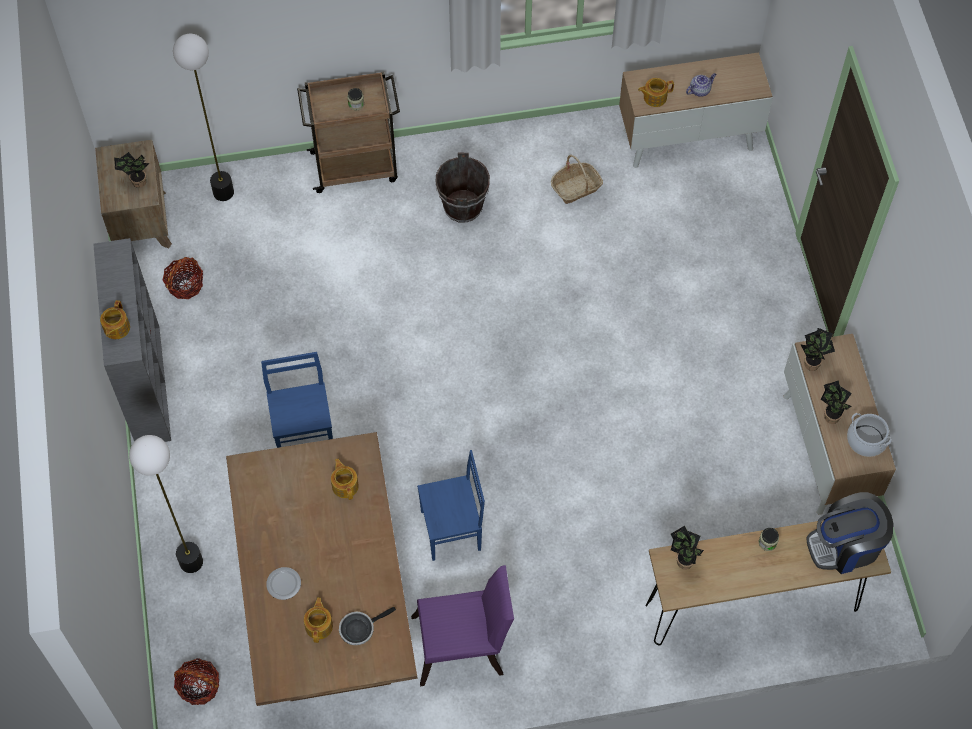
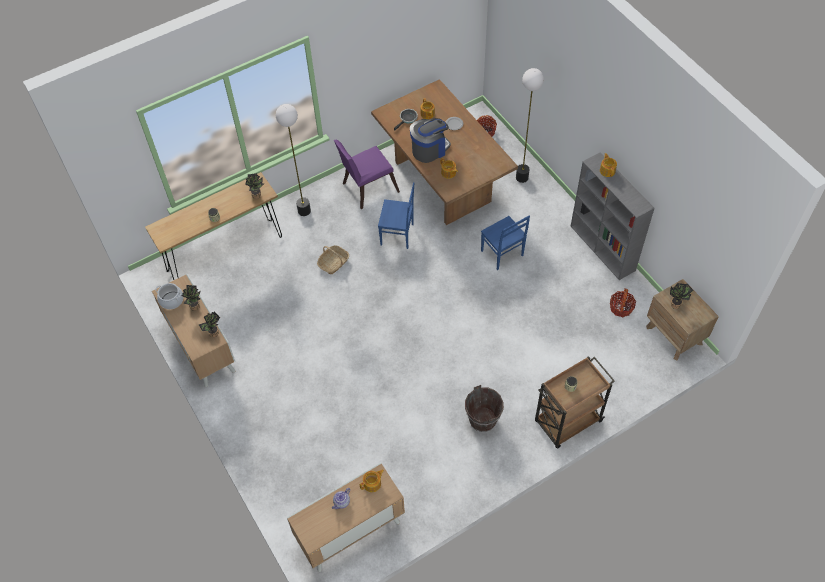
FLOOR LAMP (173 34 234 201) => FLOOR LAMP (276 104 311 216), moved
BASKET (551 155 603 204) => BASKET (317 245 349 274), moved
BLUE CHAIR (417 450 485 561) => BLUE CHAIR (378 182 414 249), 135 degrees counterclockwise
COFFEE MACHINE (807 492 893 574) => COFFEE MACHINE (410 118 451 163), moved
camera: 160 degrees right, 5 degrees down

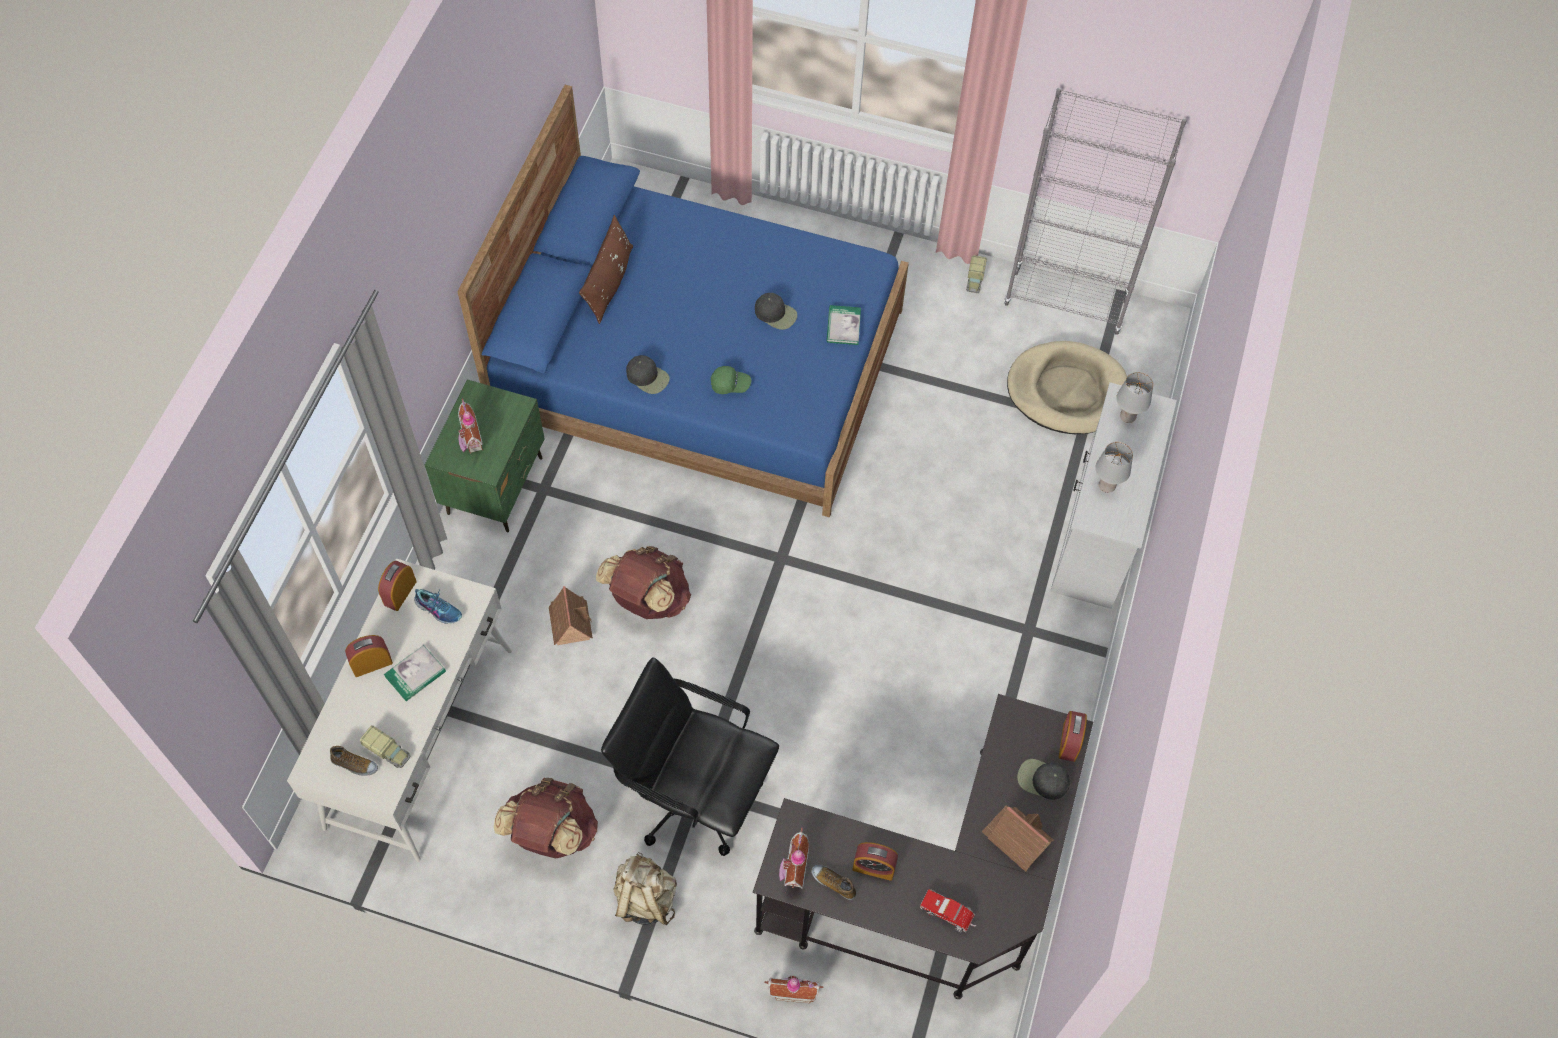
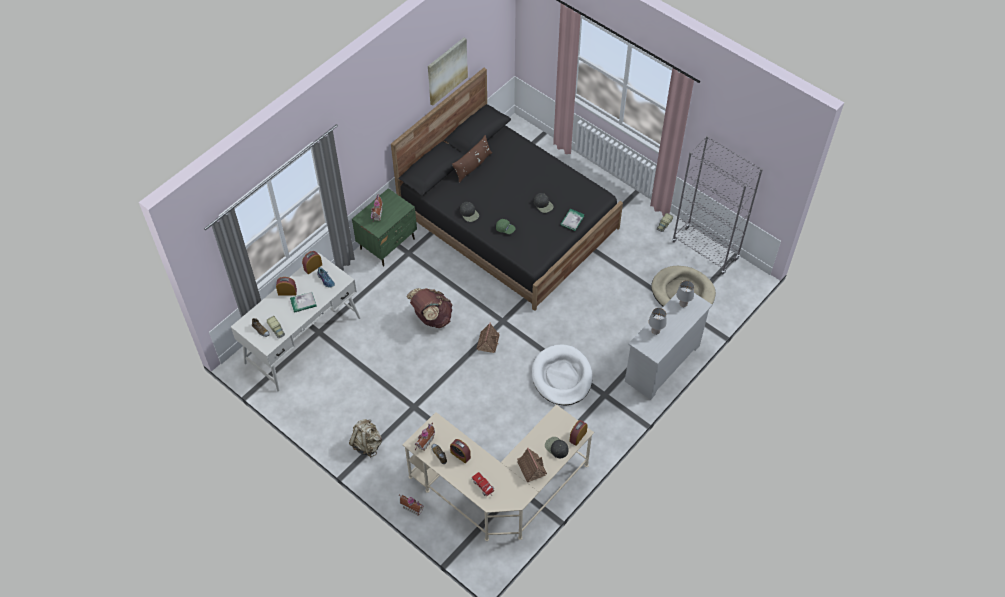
BLUE BED (458 85 909 517) => BLACK BED (391 68 623 311)
TOY HOUSE (549 586 593 645) => TOY HOUSE (476 323 500 353), moved
BLACK OFFICE CHAIR (601 658 779 856) => nothing
BLACK DESK (753 694 1093 999) => BEIGE DESK (403 404 594 541)
BROWN BACKPACK (494 778 598 858) => nothing
nothing => PICTURE (428 37 468 106)
nothing => WHITE DOG BED (532 344 593 405)
camera: 25 degrees right, 5 degrees down

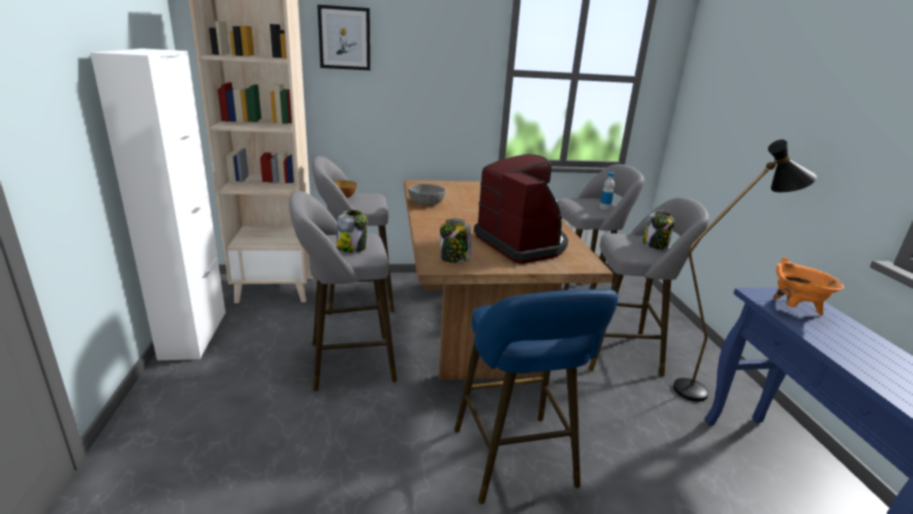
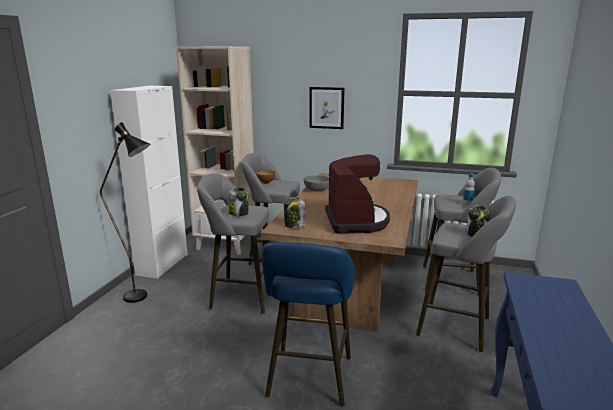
PICTURE (317 5 370 70) => PICTURE (309 87 345 129), moved
BLACK FLOOR LAMP (673 140 817 402) => BLACK FLOOR LAMP (100 122 150 303), moved
ORANGE COOKING POT (774 257 844 315) => nothing
camera: 25 degrees right, 5 degrees down

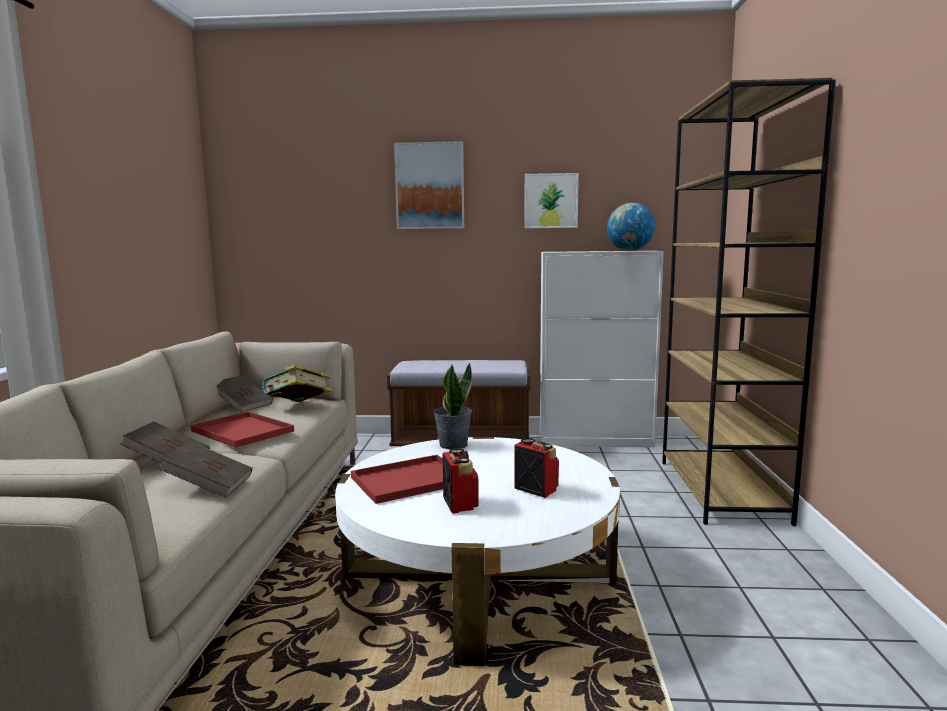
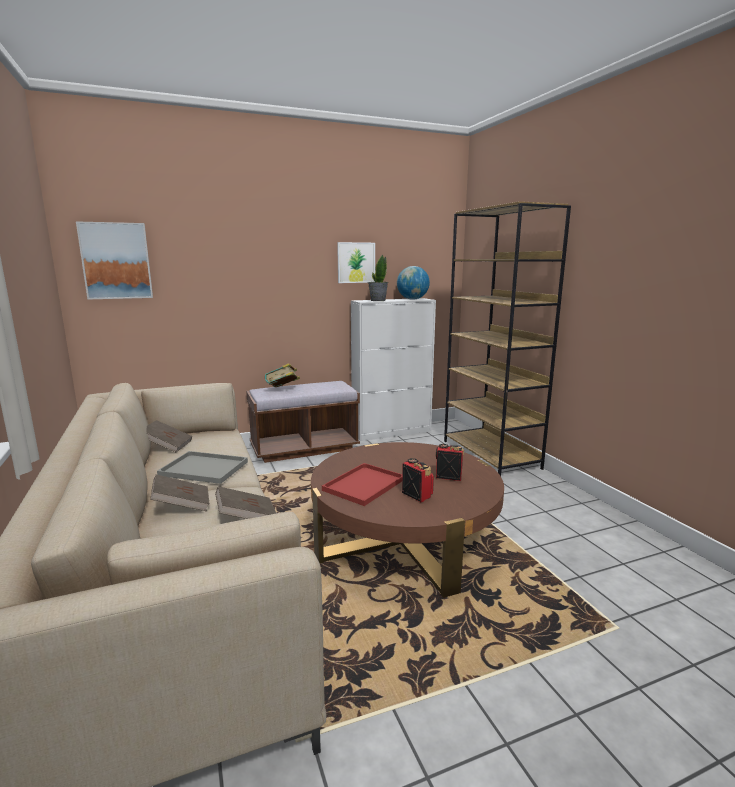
PICTURE (394 141 464 229) => PICTURE (76 221 153 300), moved
POTTED PLANT (433 363 472 450) => POTTED PLANT (368 254 388 301), moved
BOOK (262 365 332 402) => BOOK (265 363 300 387), moved
RED TRAY (190 411 294 448) => GREY TRAY (157 451 248 484)
WHITE COFFEE TABLE (335 437 620 666) => BROWN COFFEE TABLE (311 442 504 598)
camera: 25 degrees left, 5 degrees up

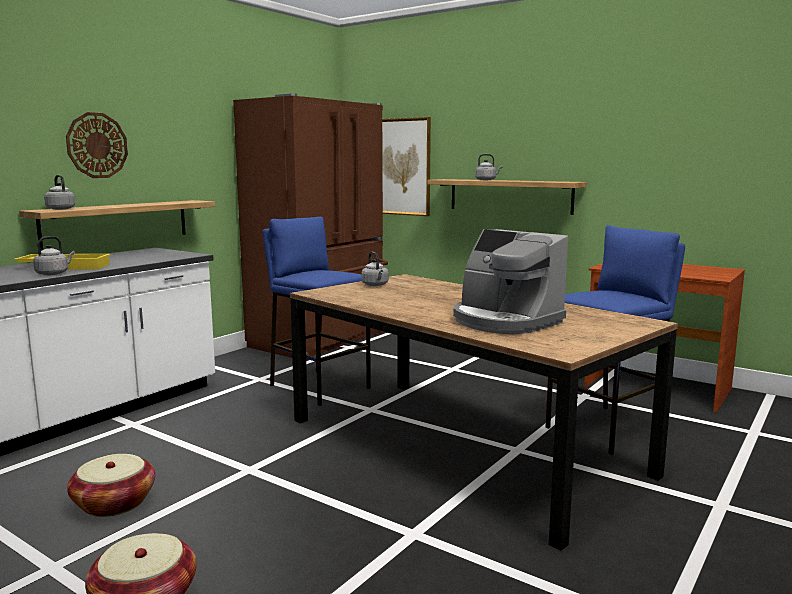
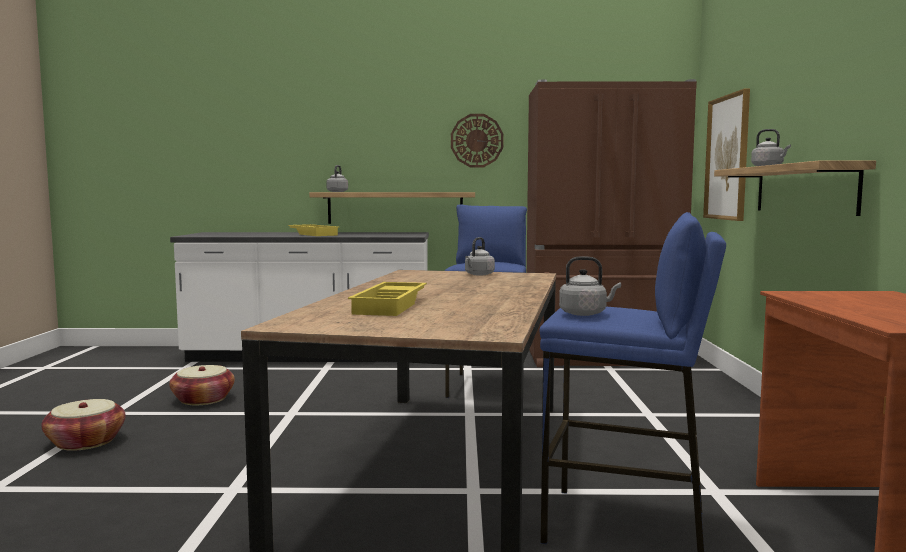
WALL CLOCK (66 112 128 178) => WALL CLOCK (451 114 503 167), moved
COFFEE MACHINE (453 229 568 334) => YELLOW TRAY (348 282 427 316)
GREY KETTLE (33 236 75 275) => GREY KETTLE (559 256 621 316), moved
camera: 55 degrees right, 5 degrees down

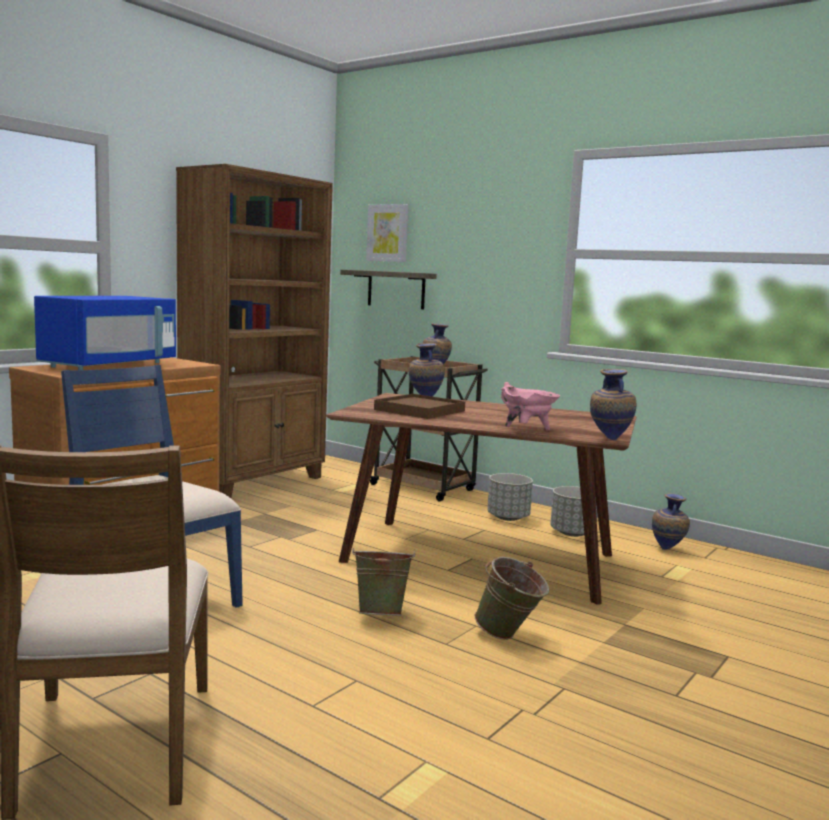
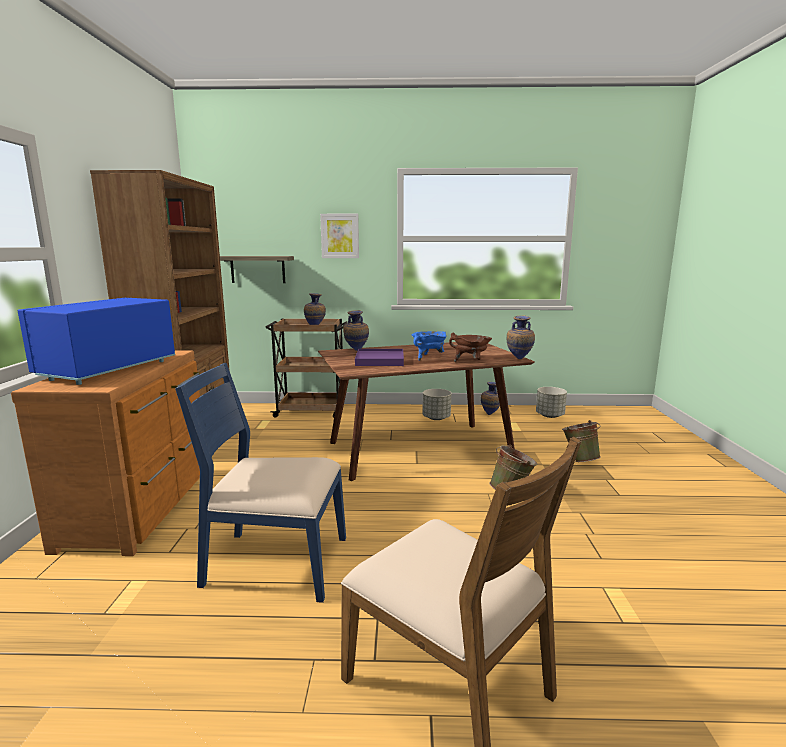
PICTURE (366 204 408 262) => PICTURE (320 214 359 258), moved
BLUE MICROWAVE (34 296 176 370) => BLUE MICROWAVE (17 298 175 385), 150 degrees counterclockwise
PINK COOKING POT (501 382 560 431) => BROWN COOKING POT (449 333 492 362)
BROWN TRAY (374 394 465 419) => PURPLE TRAY (355 349 404 366)
GREY PLANTER (487 473 533 521) => GREY PLANTER (536 387 567 418), moved
GREEN BUCKET (352 548 416 616) => GREEN BUCKET (562 420 601 462), moved
nothing => BLUE COOKING POT (412 331 447 360)
camera: 35 degrees left, 5 degrees up

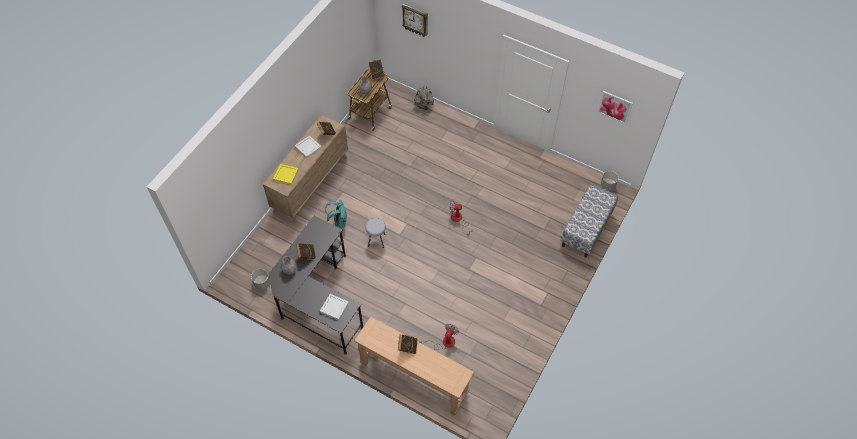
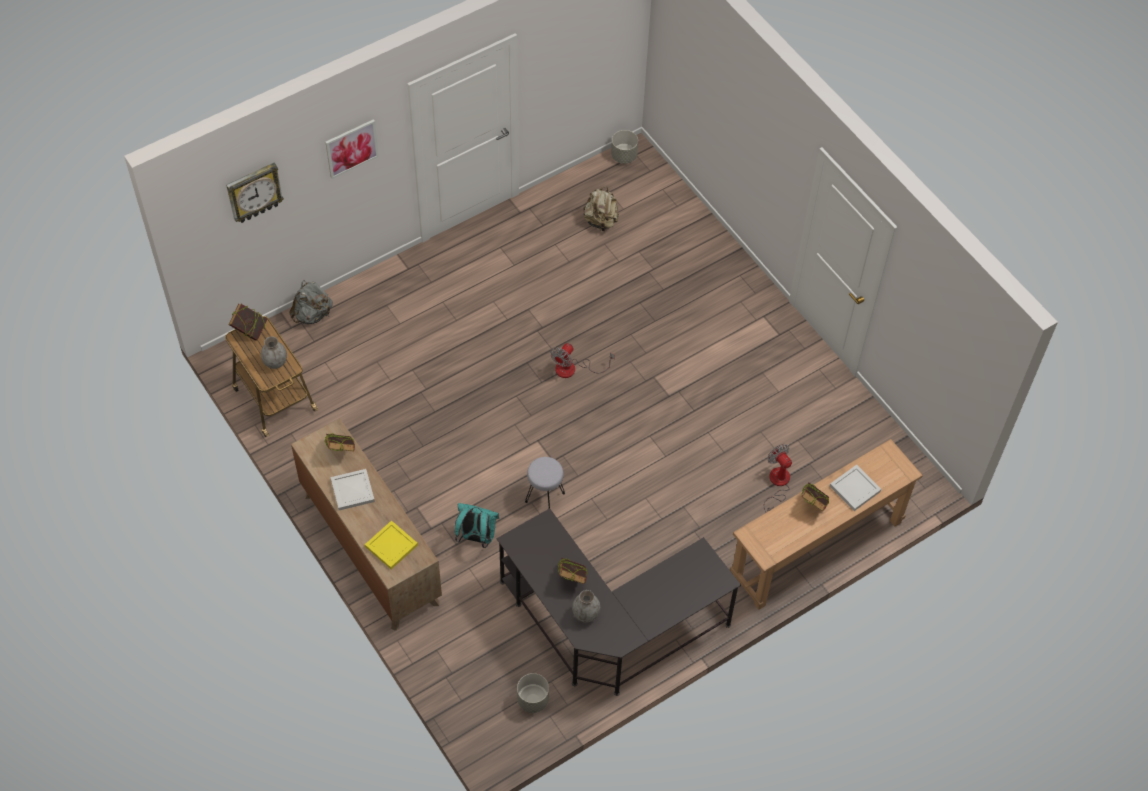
PICTURE (598 91 633 124) => PICTURE (326 119 379 179), moved
BENCH (561 184 618 258) => nothing
WHITE TRAY (320 294 349 320) => WHITE TRAY (830 465 881 511), moved
nothing => BEIGE BACKPACK (583 186 619 231)
camera: 65 degrees left, 0 degrees up

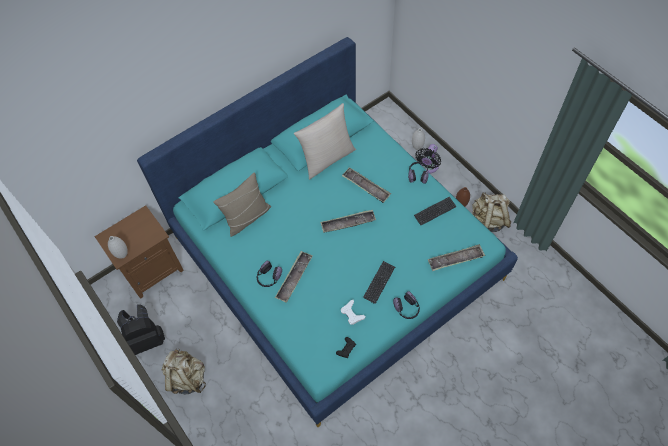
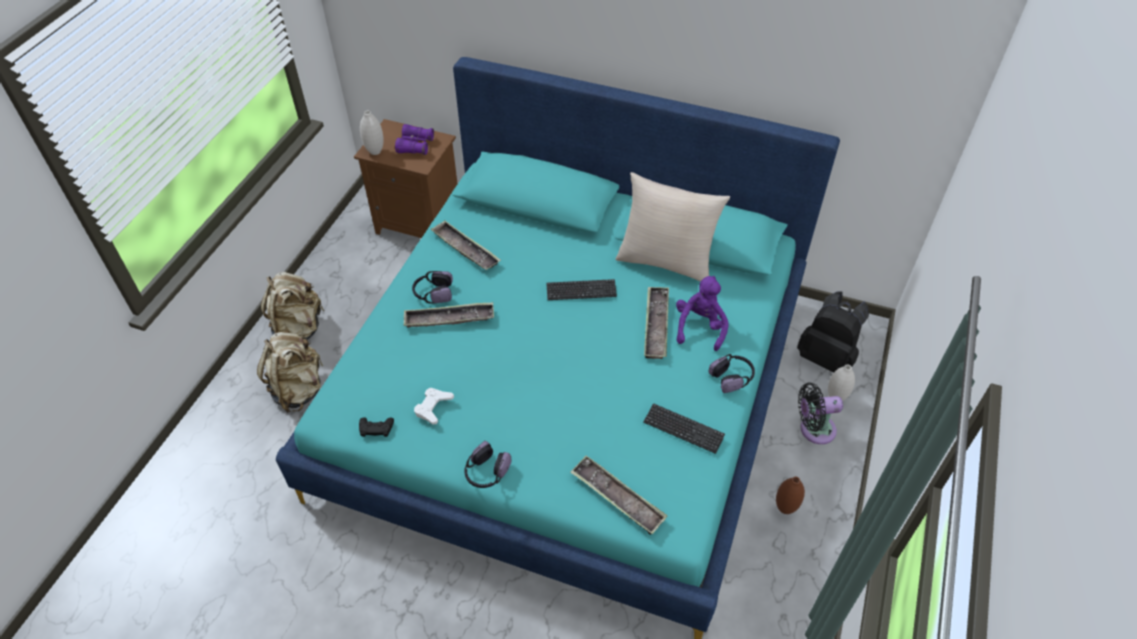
BEIGE PILLOW (213 172 271 237) => nothing
BEIGE BACKPACK (472 192 511 232) => BEIGE BACKPACK (257 332 323 413), moved
TRAY (320 210 376 233) => TRAY (430 221 501 270), moved
KEYBOARD (363 261 395 304) => KEYBOARD (546 279 617 300), moved
BLACK BACKPACK (117 304 165 355) => BLACK BACKPACK (797 291 869 372), moved
nothing => PURPLE BINOCULARS (395 124 434 155)
nothing => PURPLE PLUSH TOY (676 276 729 351)
camera: 55 degrees right, 10 degrees down

